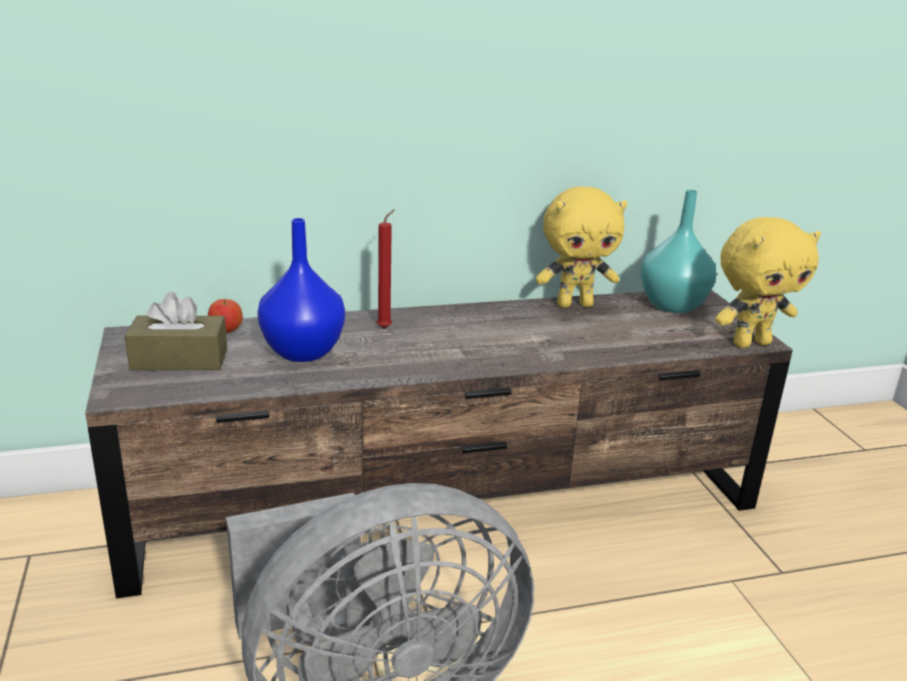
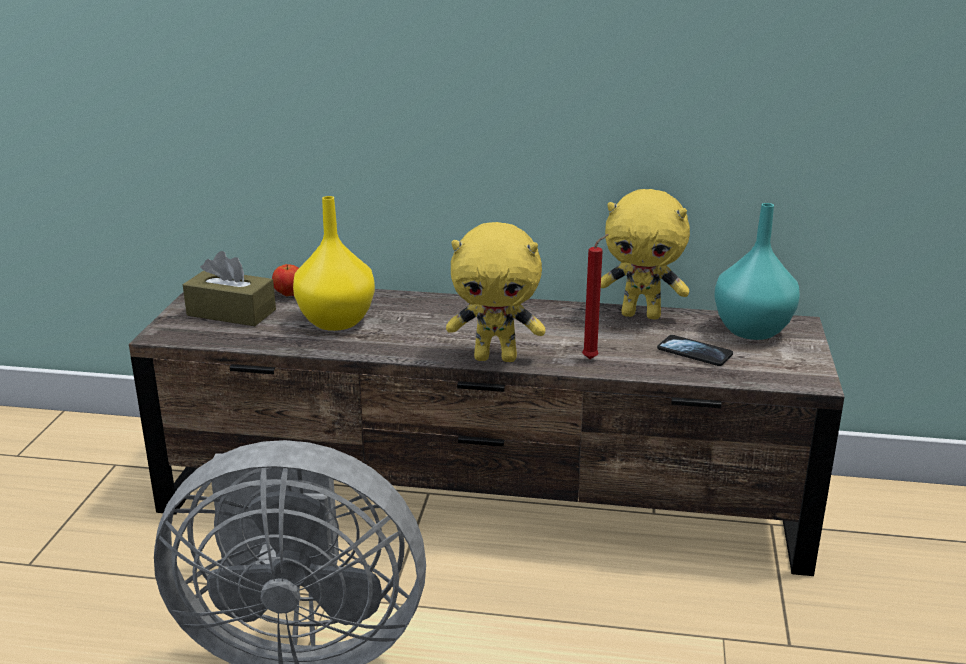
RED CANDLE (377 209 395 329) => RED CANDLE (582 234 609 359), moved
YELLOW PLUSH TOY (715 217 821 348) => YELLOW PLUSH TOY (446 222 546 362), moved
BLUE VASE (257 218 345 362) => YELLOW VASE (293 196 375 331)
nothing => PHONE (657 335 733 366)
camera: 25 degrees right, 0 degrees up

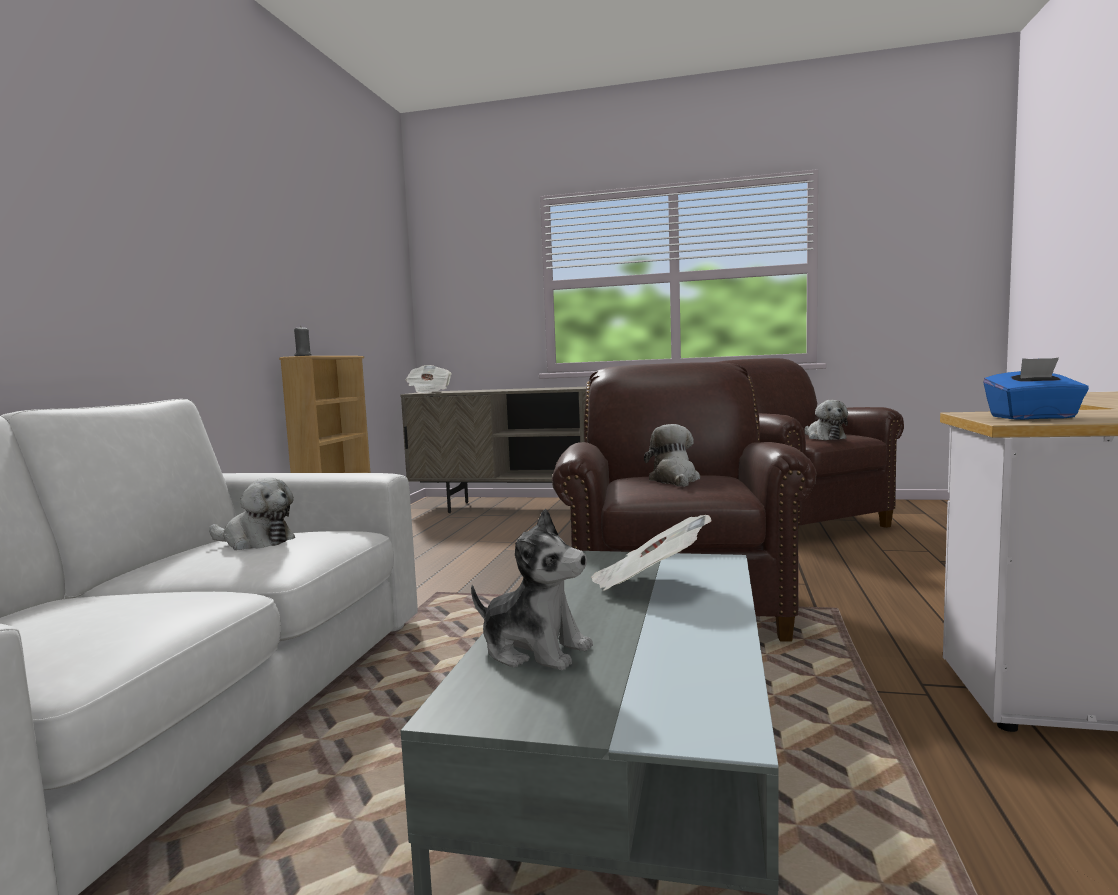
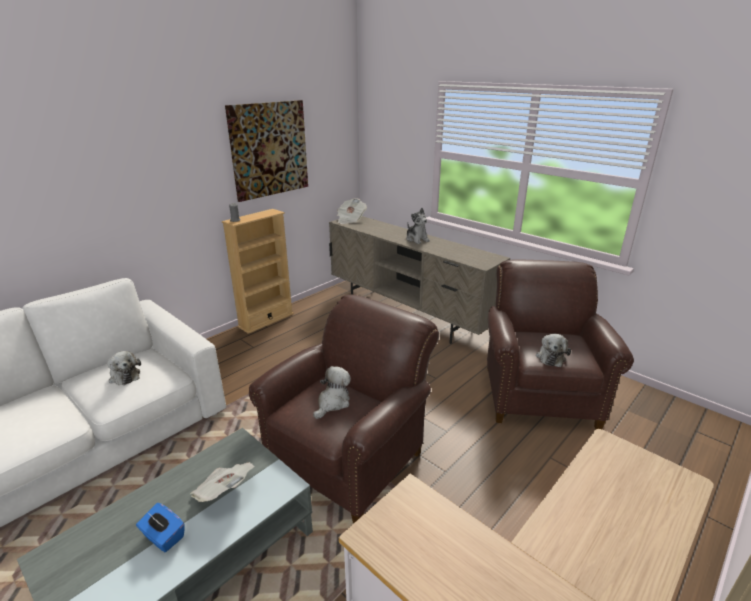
BLUE TISSUE BOX (983 357 1089 420) => BLUE TISSUE BOX (136 503 185 552), moved
PLUSH TOY (471 509 593 670) => PLUSH TOY (406 208 430 244), moved
nothing => PICTURE (225 100 308 202)
camera: 30 degrees right, 20 degrees up

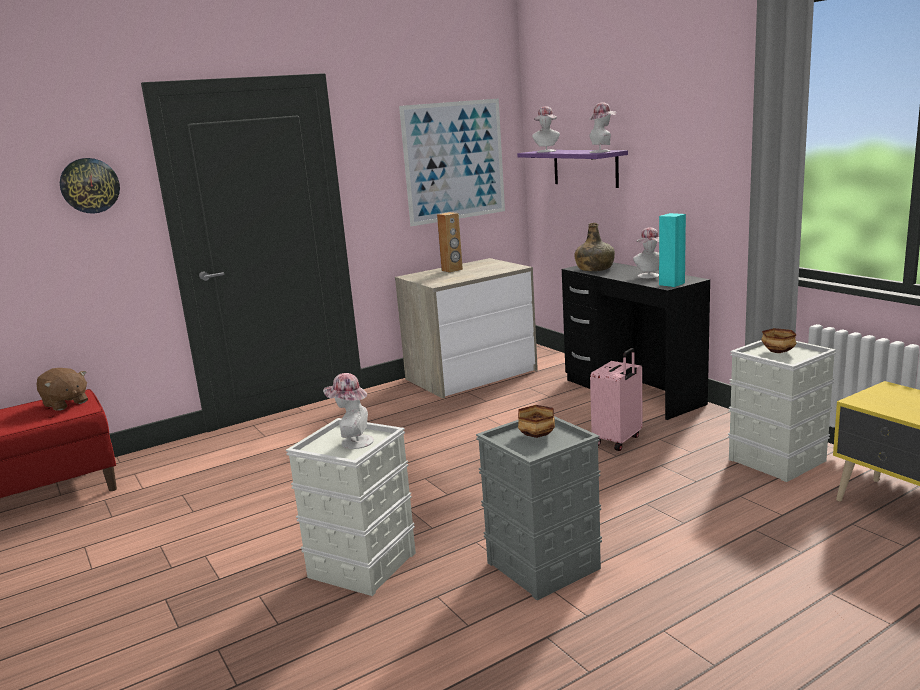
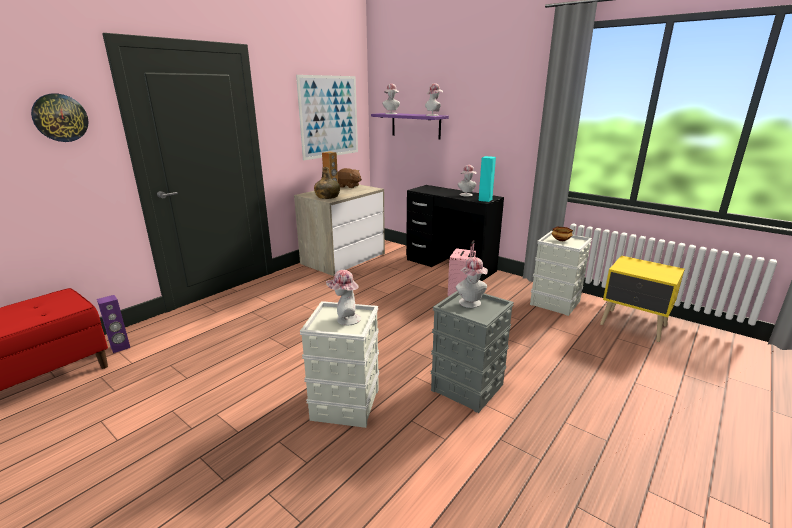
GREEN BOTTLE (574 223 615 271) => GREEN BOTTLE (314 167 340 199), moved
BROWN PLUSH TOY (37 368 88 411) => BROWN PLUSH TOY (338 168 362 188), moved
BOWL (518 405 555 438) => HAT (456 257 488 308)
nothing => PURPLE SPEAKER (97 295 130 353)
camera: 20 degrees left, 5 degrees up

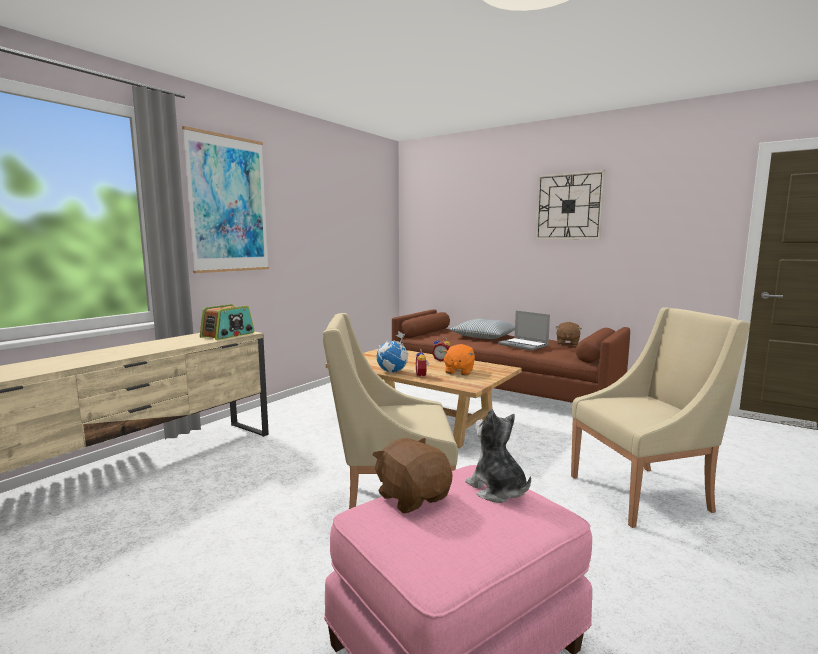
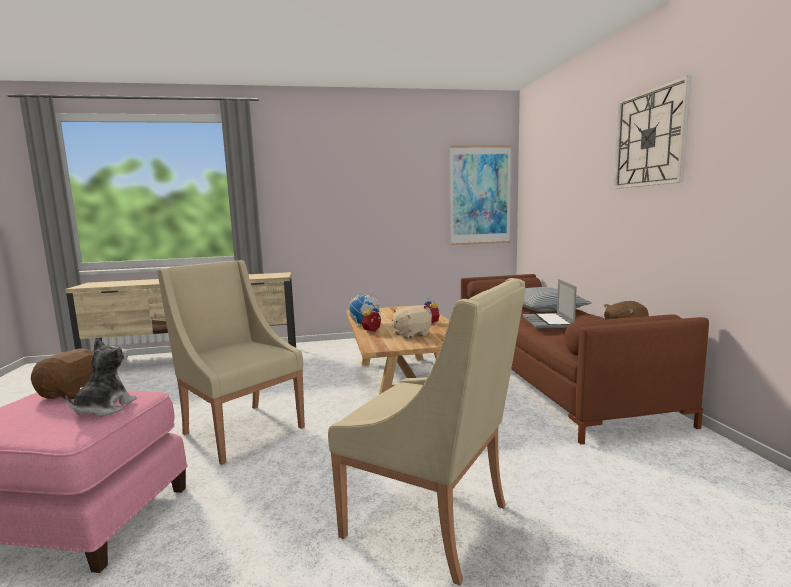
PICTURE (182 126 269 273) => PICTURE (450 145 511 245), moved
RADIO (200 304 255 340) => nothing
ORANGE PLUSH TOY (442 344 475 375) => BEIGE PLUSH TOY (391 306 432 339)
camera: 45 degrees right, 0 degrees up

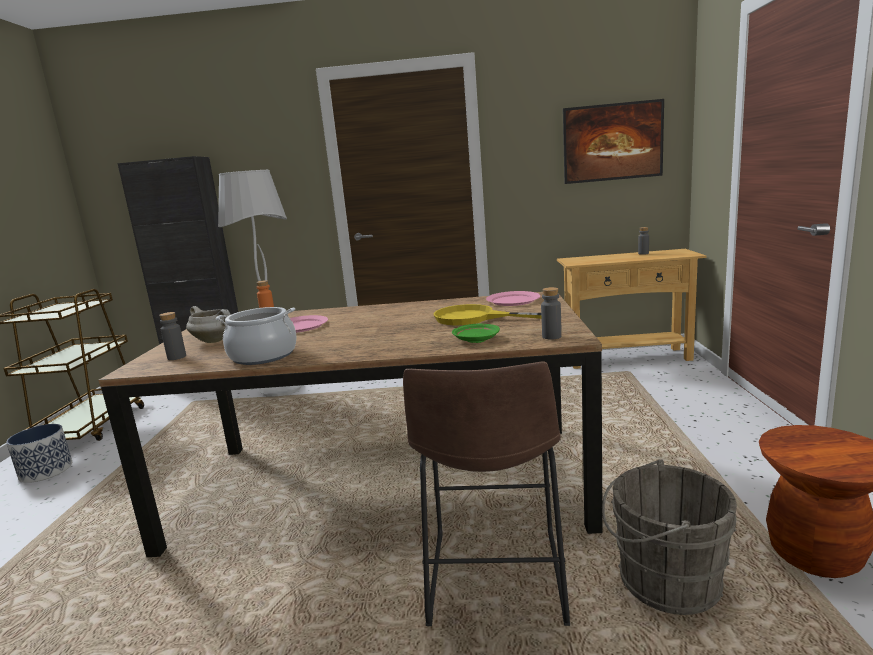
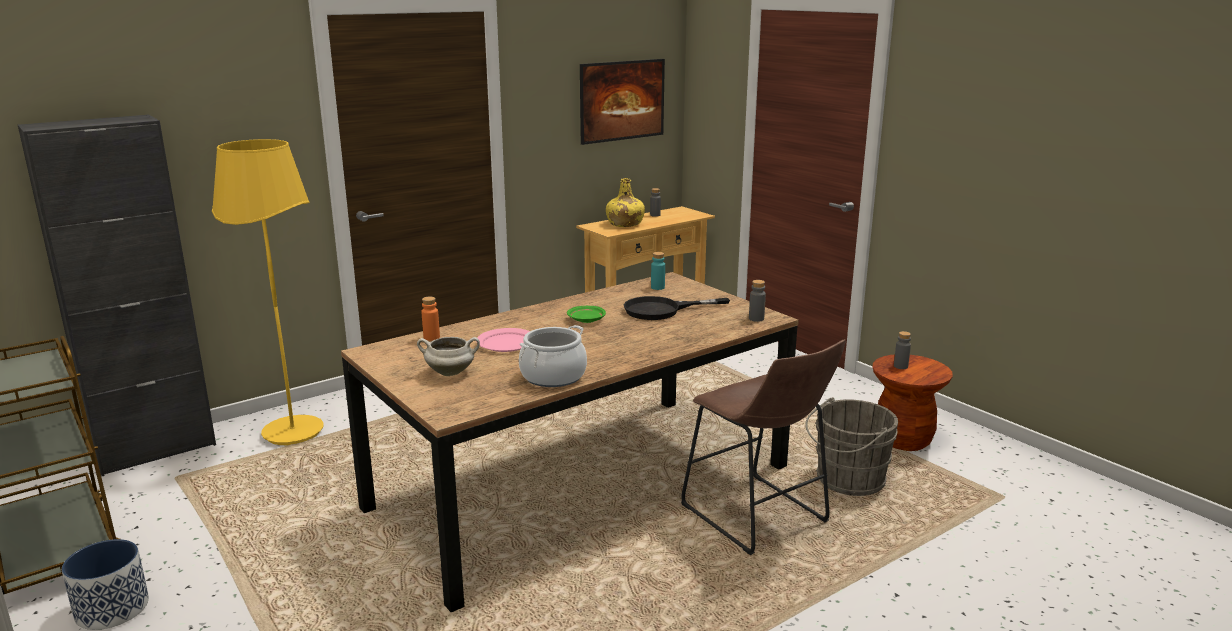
WHITE FLOOR LAMP (218 170 302 397) => YELLOW FLOOR LAMP (212 139 324 445)
PINK PLATE (486 291 540 306) => TURQUOISE BOTTLE (651 252 665 290)
YELLOW FRYING PAN (433 304 541 325) => BLACK FRYING PAN (624 296 730 320)
GREY BOTTLE (159 312 186 360) => GREY BOTTLE (894 331 911 369), moved
GREEN PLATE (452 324 500 343) => GREEN PLATE (567 306 606 323), moved
nothing => YELLOW BOTTLE (606 178 645 227)
camera: 40 degrees left, 5 degrees up

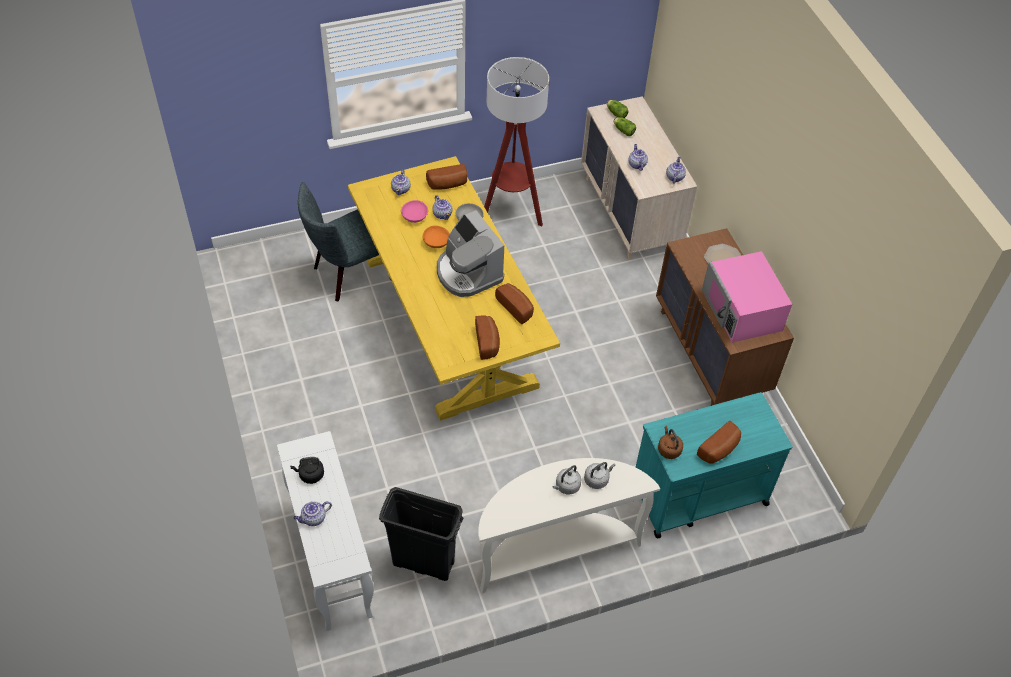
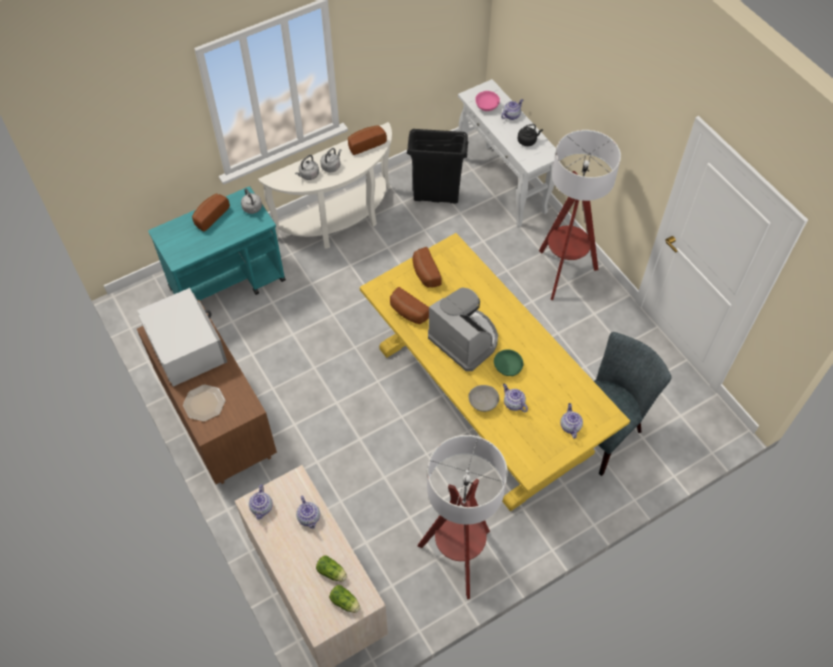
BREAD (426 164 467 190) => BREAD (348 125 387 155), moved
PINK BOWL (401 200 428 223) => PINK BOWL (475 91 500 111), moved
ORANGE BOWL (422 225 450 248) => GREEN BOWL (494 349 523 376)
PINK MICROWAVE (702 251 792 343) => WHITE MICROWAVE (137 288 227 387)
BROWN KETTLE (658 426 683 459) => GREY KETTLE (241 189 262 214)
nothing => FLOOR LAMP (539 130 621 300)
camera: 170 degrees right, 5 degrees up

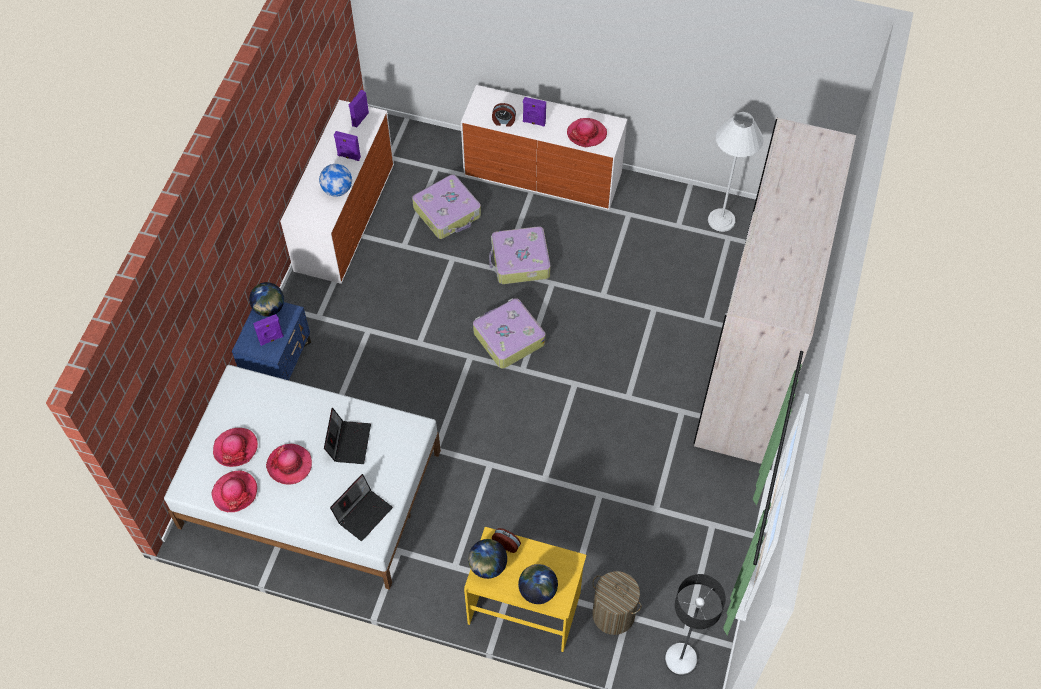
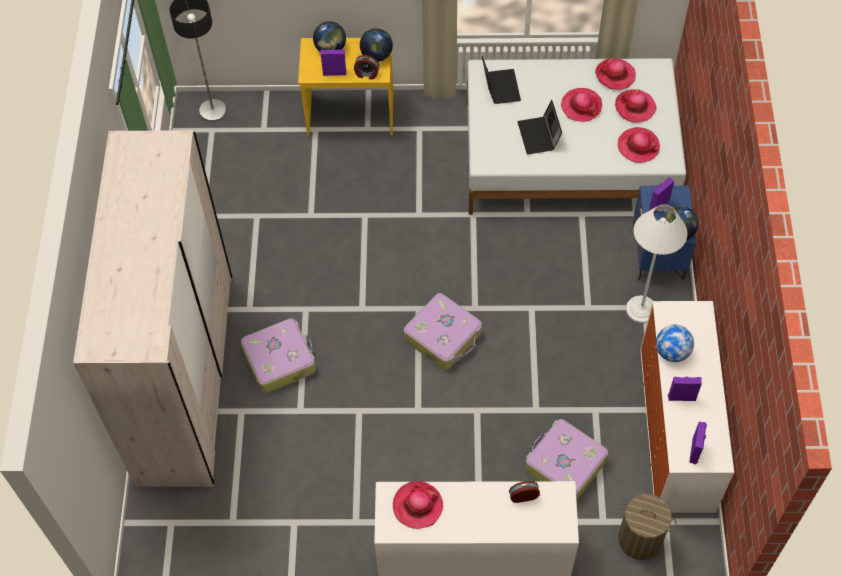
PURPLE SPEAKER (523 97 546 127) => PURPLE SPEAKER (320 49 347 76), moved
WHITE FLOOR LAMP (708 112 763 232) => WHITE FLOOR LAMP (626 205 687 323), moved
SUITCASE (489 226 551 284) => SUITCASE (241 318 316 393), moved
LAPTOP (330 474 393 541) => LAPTOP (482 56 521 104), 150 degrees clockwise
LAUNDRY BASKET (592 571 642 635) => LAUNDRY BASKET (618 494 677 560), moved
nothing => HAT (618 127 660 163)
camera: 165 degrees right, 0 degrees up

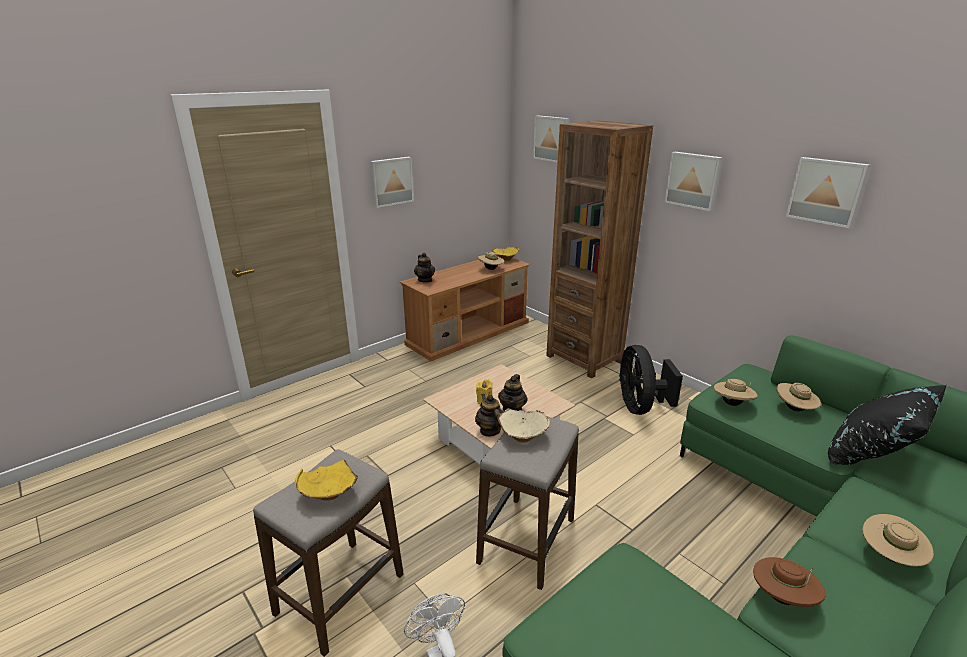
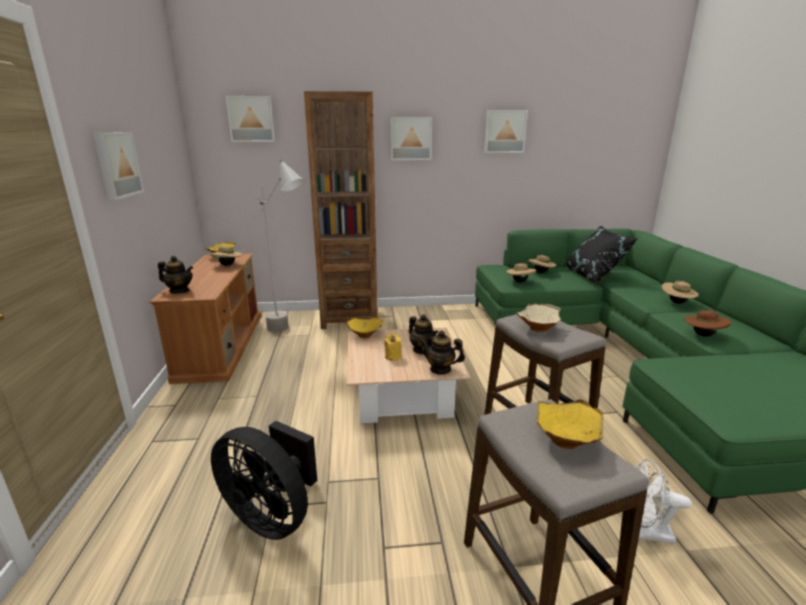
BLACK FAN (619 345 683 415) => BLACK FAN (211 421 317 540), moved
nothing => GREY FLOOR LAMP (258 159 304 332)
nothing => YELLOW BOWL (346 317 383 338)
camera: 55 degrees left, 5 degrees down

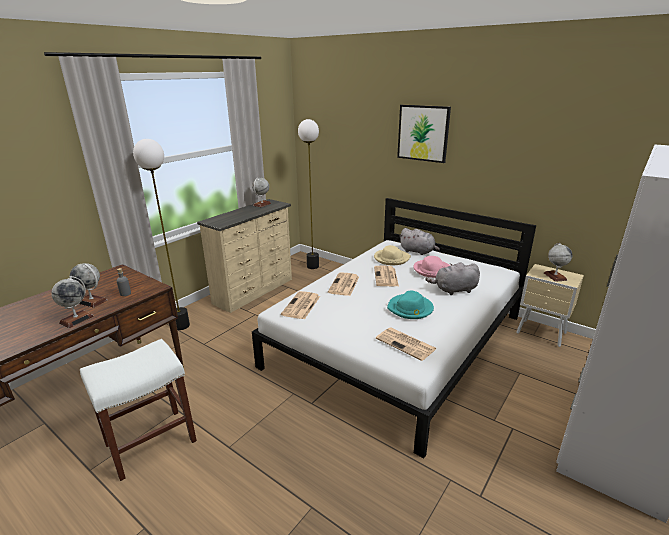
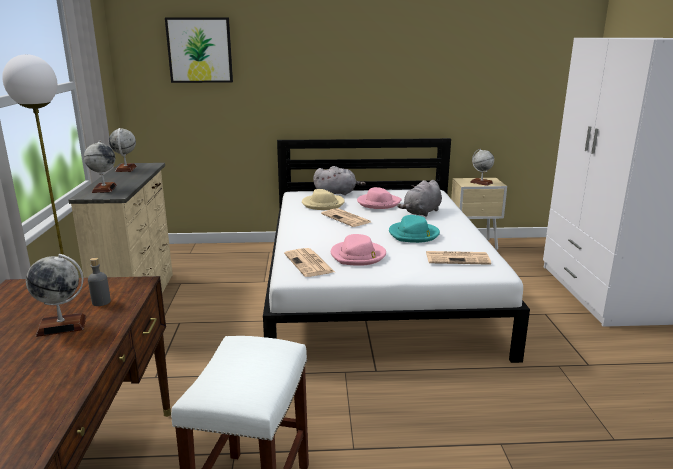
PICTURE (397 105 451 163) => PICTURE (165 17 233 83), moved
FLOOR LAMP (298 119 319 269) => nothing
NEWSPAPER (328 272 359 296) => nothing
GLOBE (51 276 94 328) => GLOBE (84 140 117 193), moved
nothing => PINK HAT (331 234 386 266)
camera: 40 degrees left, 5 degrees down

